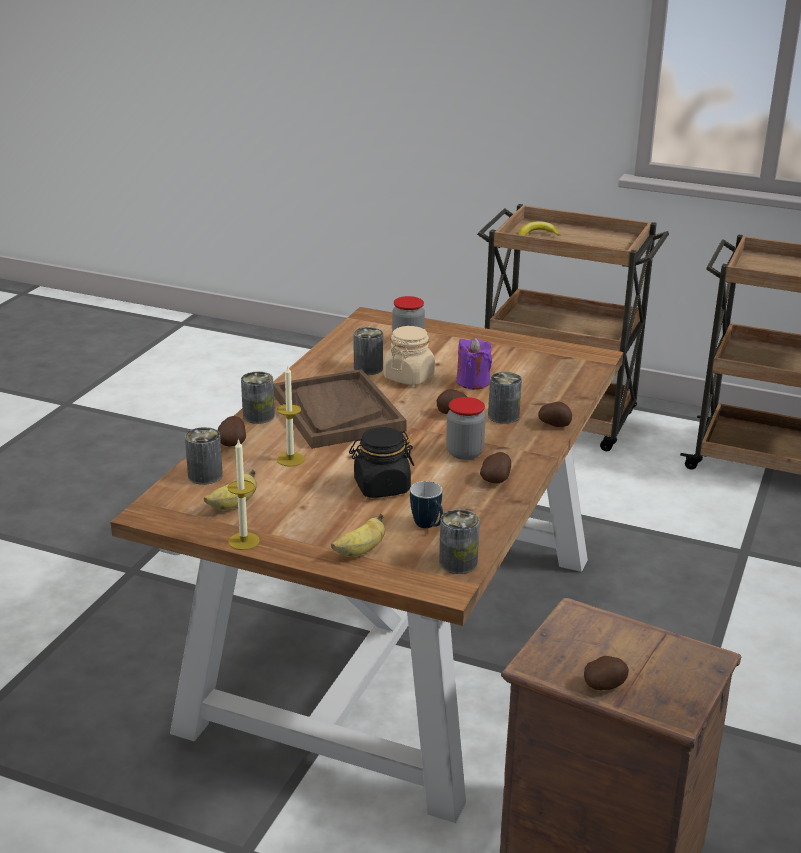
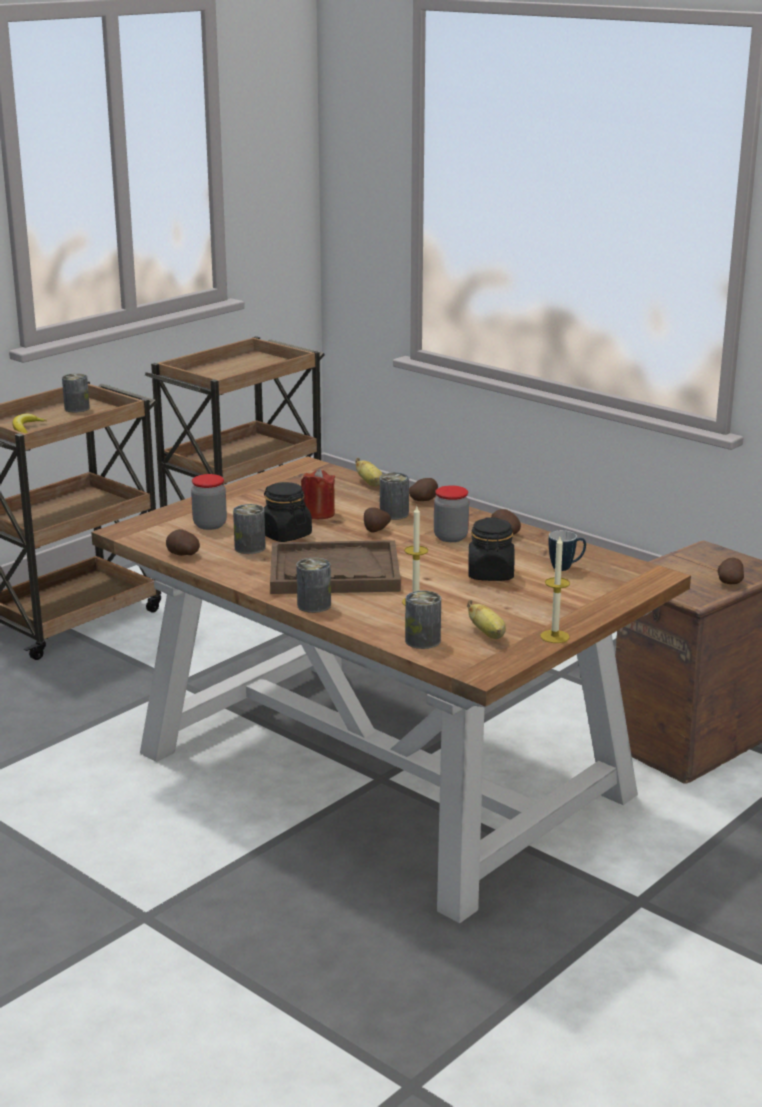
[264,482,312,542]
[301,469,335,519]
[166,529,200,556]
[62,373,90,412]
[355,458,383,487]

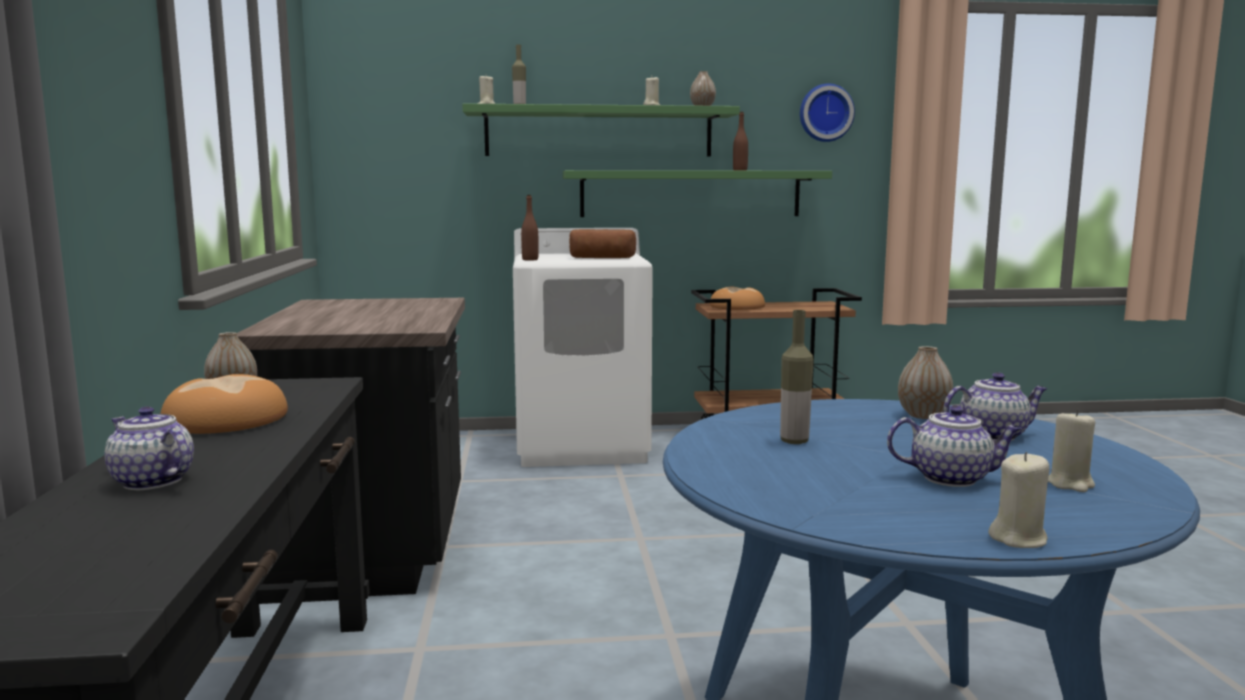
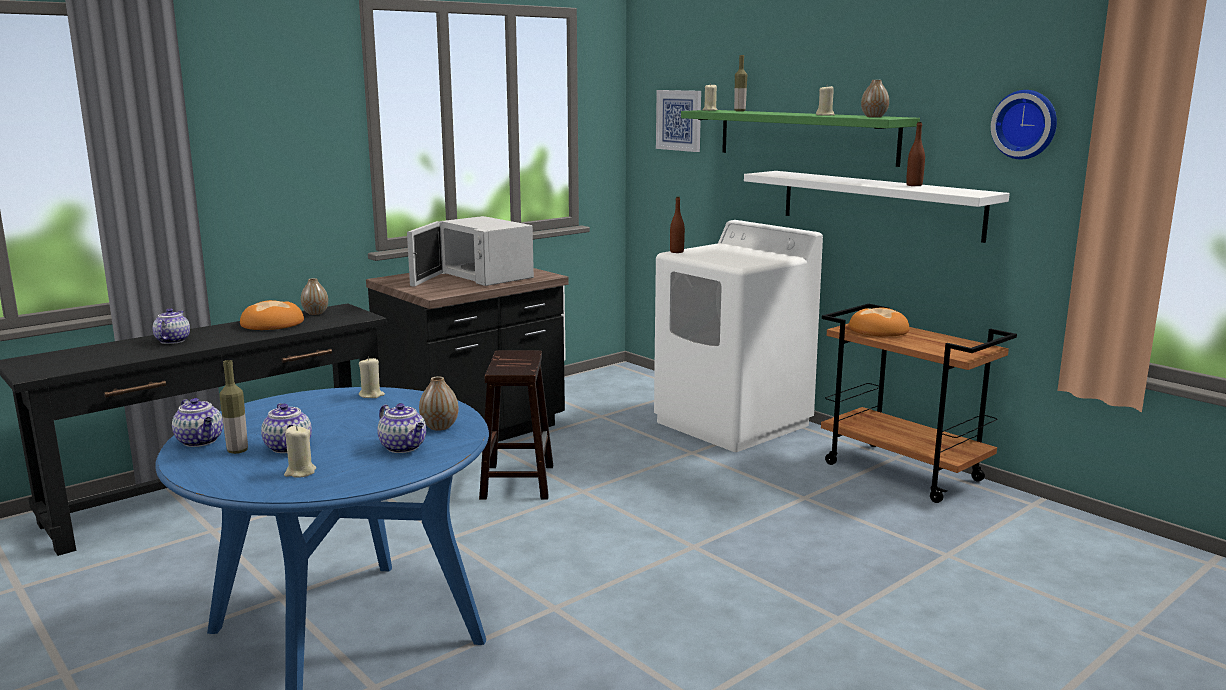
[744,171,1010,243]
[569,229,636,258] (first image)
[219,360,248,454]
[359,357,385,398]
[656,90,701,152]
[407,216,534,286]
[479,350,553,500]
[172,398,223,447]

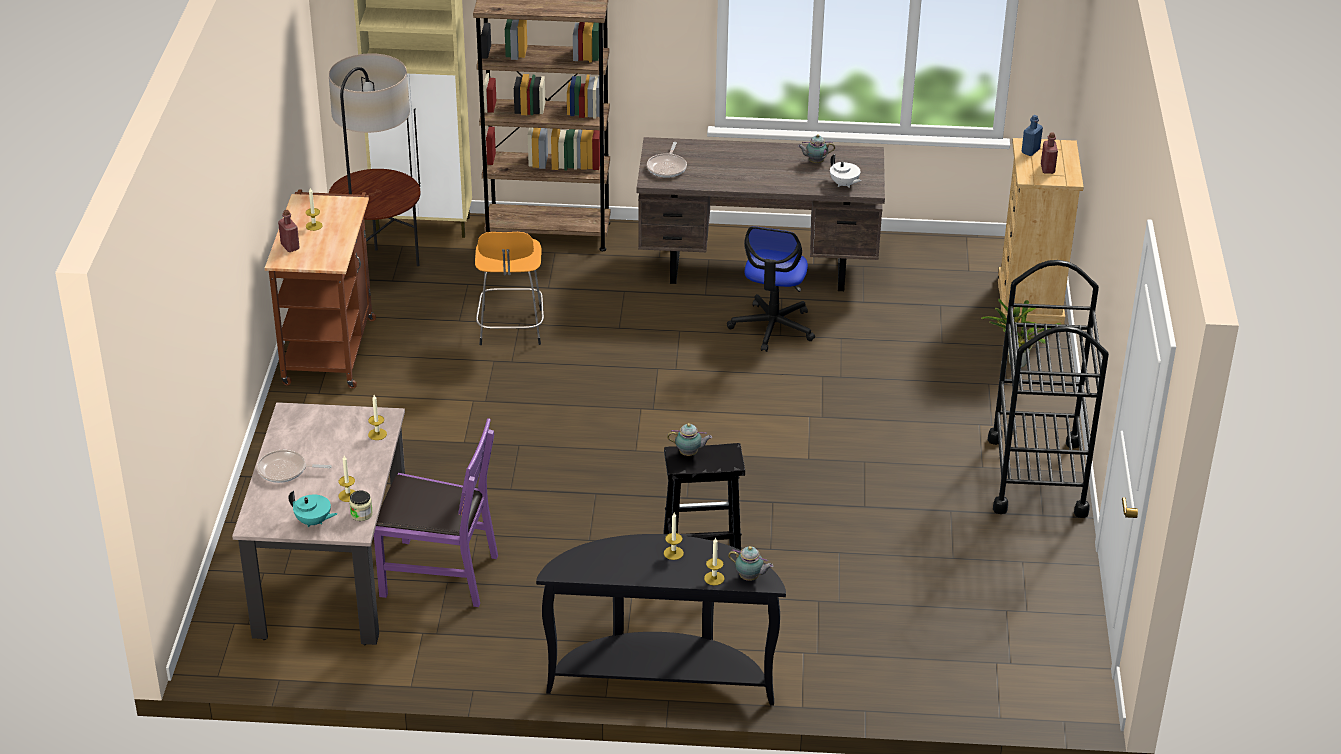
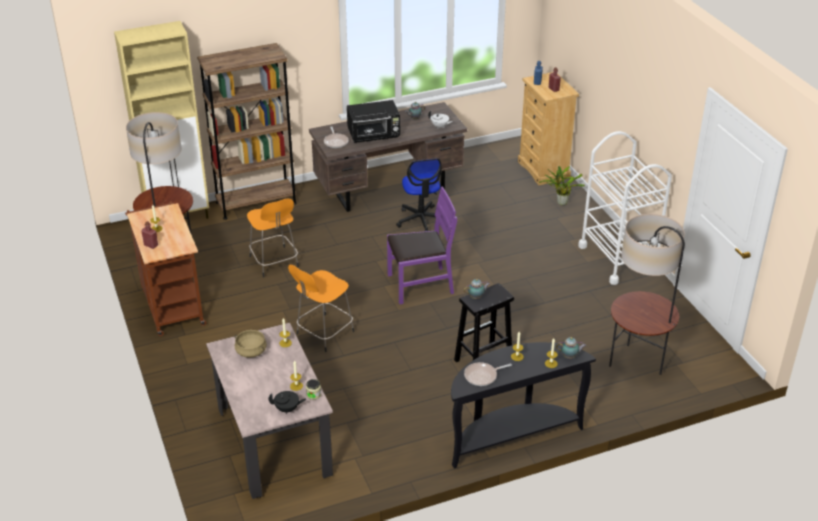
[578,131,672,285]
[387,187,457,304]
[464,362,512,386]
[269,391,306,414]
[347,100,400,143]
[609,214,685,375]
[288,265,354,352]
[234,330,267,358]

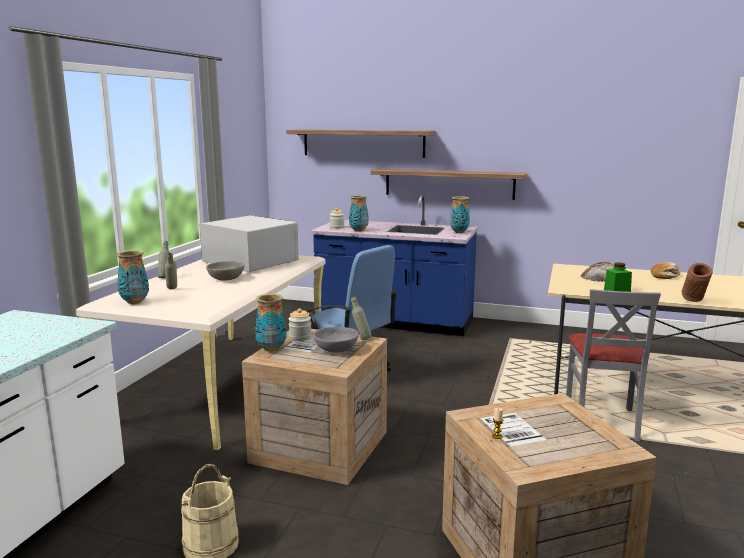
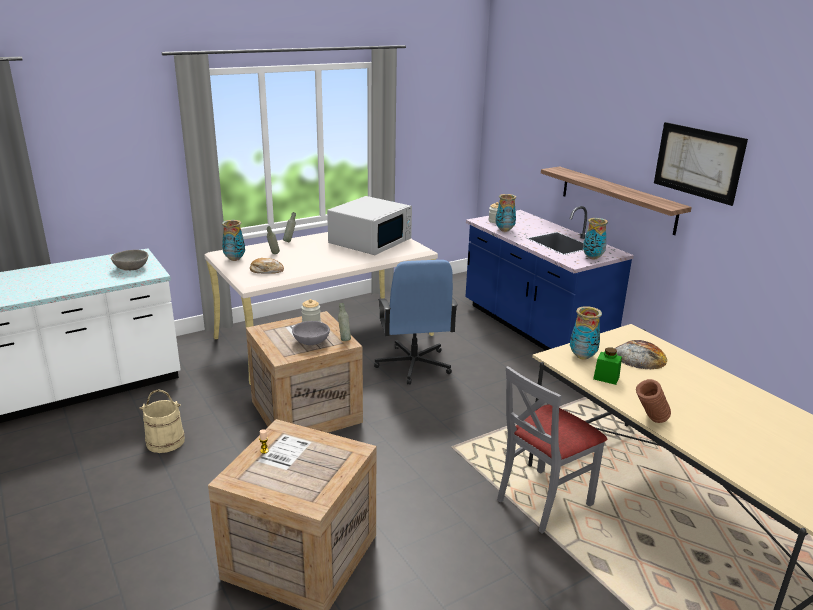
[286,129,435,158] (first image)
[327,196,412,255]
[111,250,148,270]
[250,258,284,274]
[570,306,602,360]
[654,122,748,206]

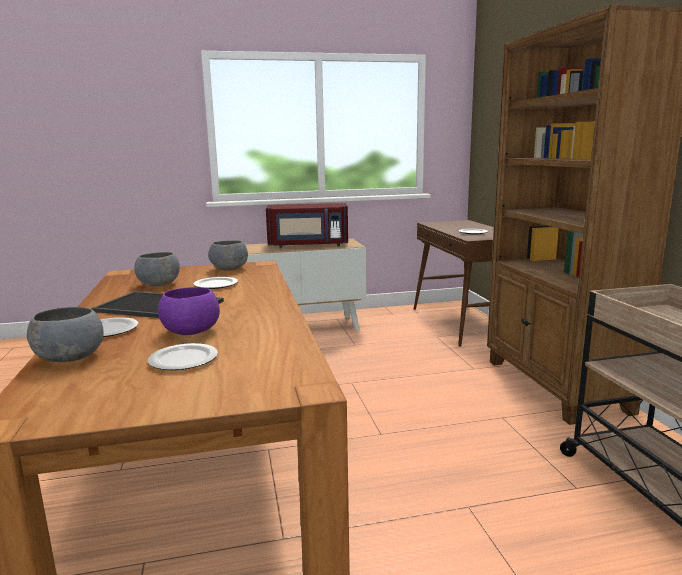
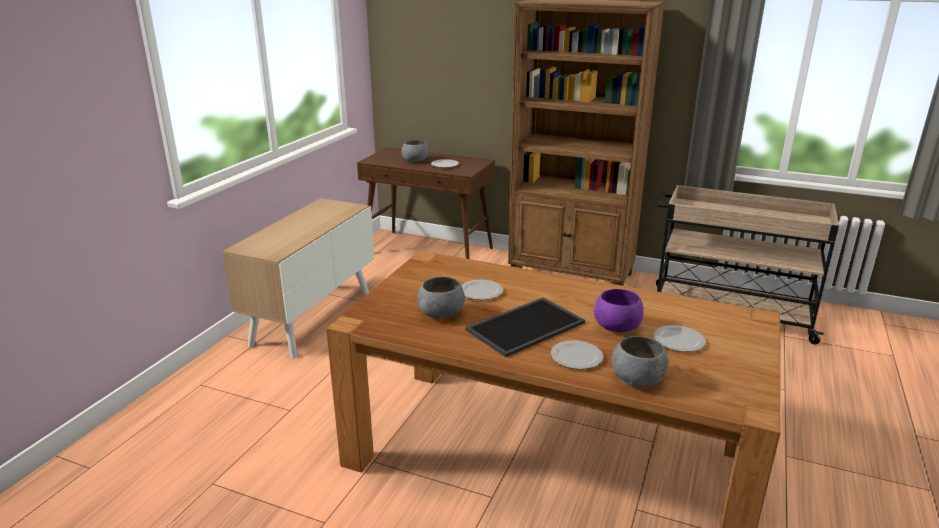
[266,203,348,248] (first image)
[402,140,429,162]

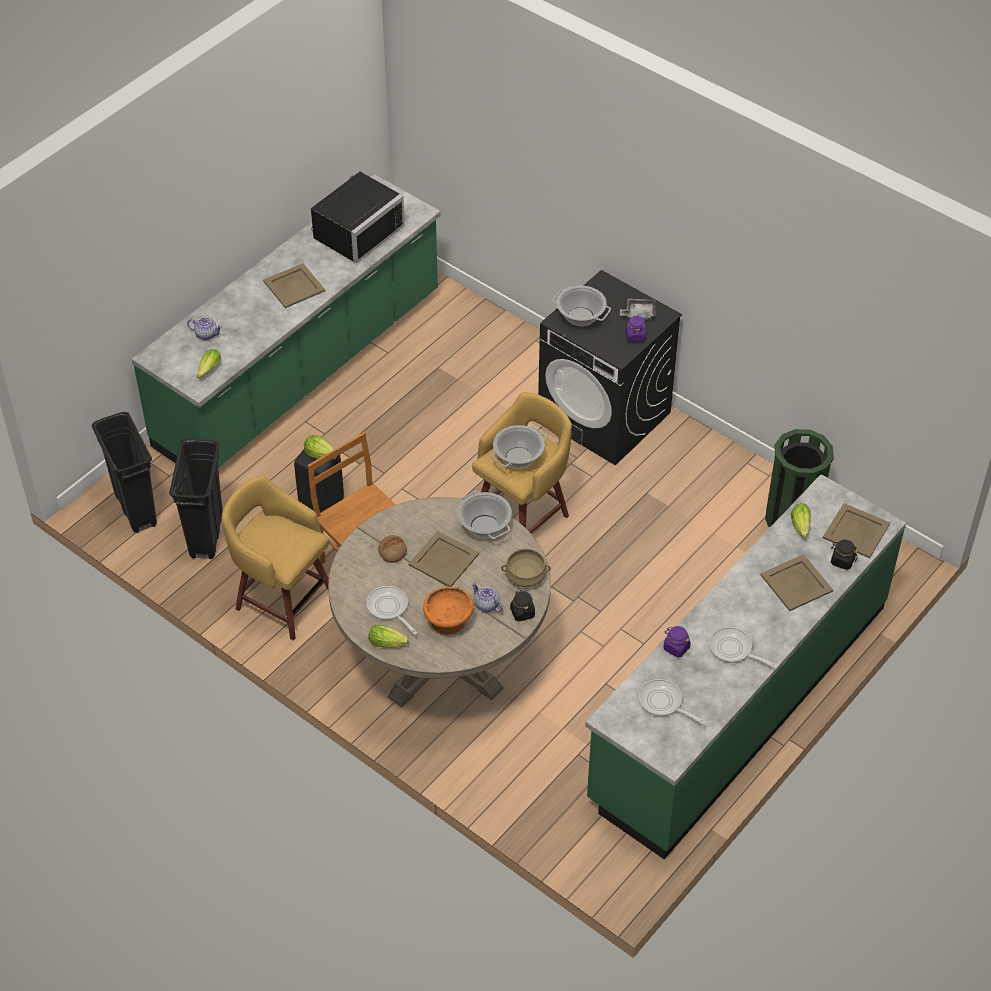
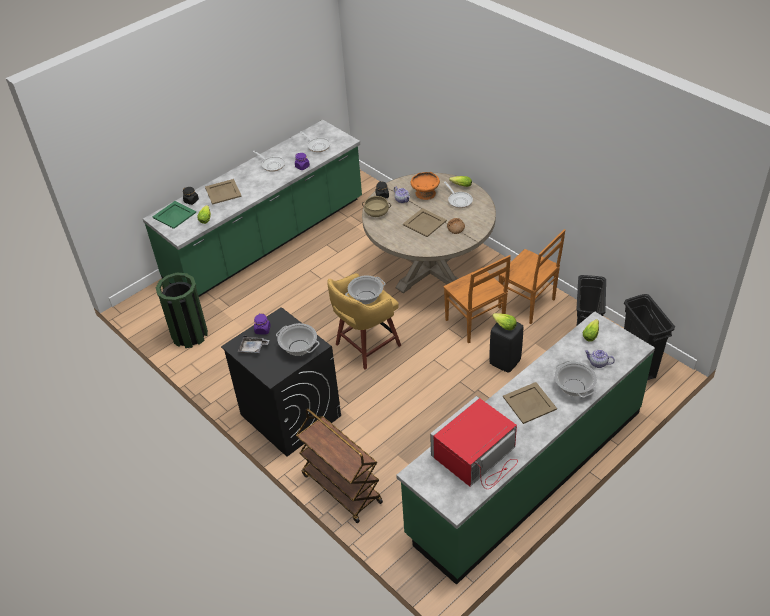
[430,396,518,489]
[498,229,565,324]
[555,361,597,398]
[153,201,196,229]
[296,408,383,523]

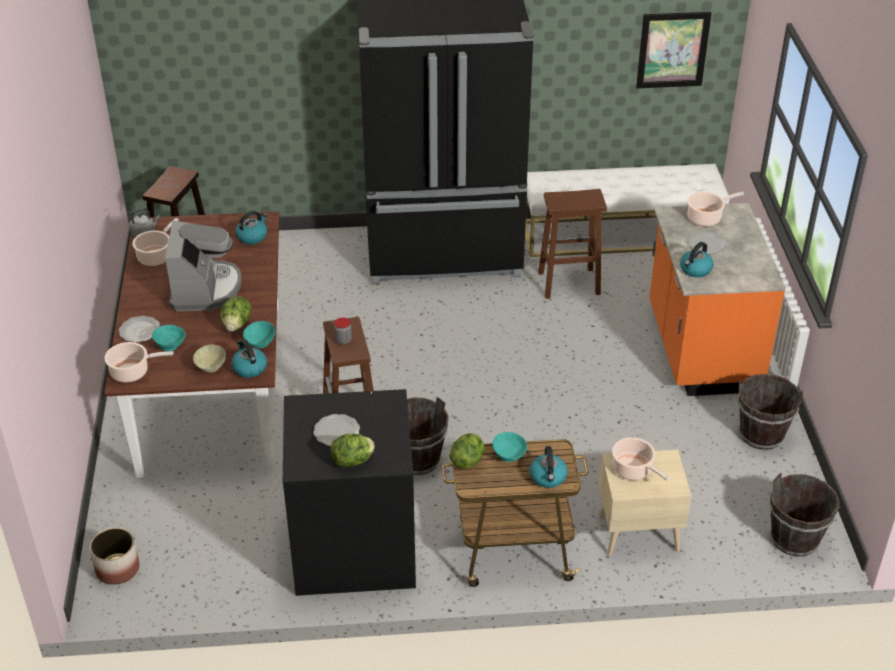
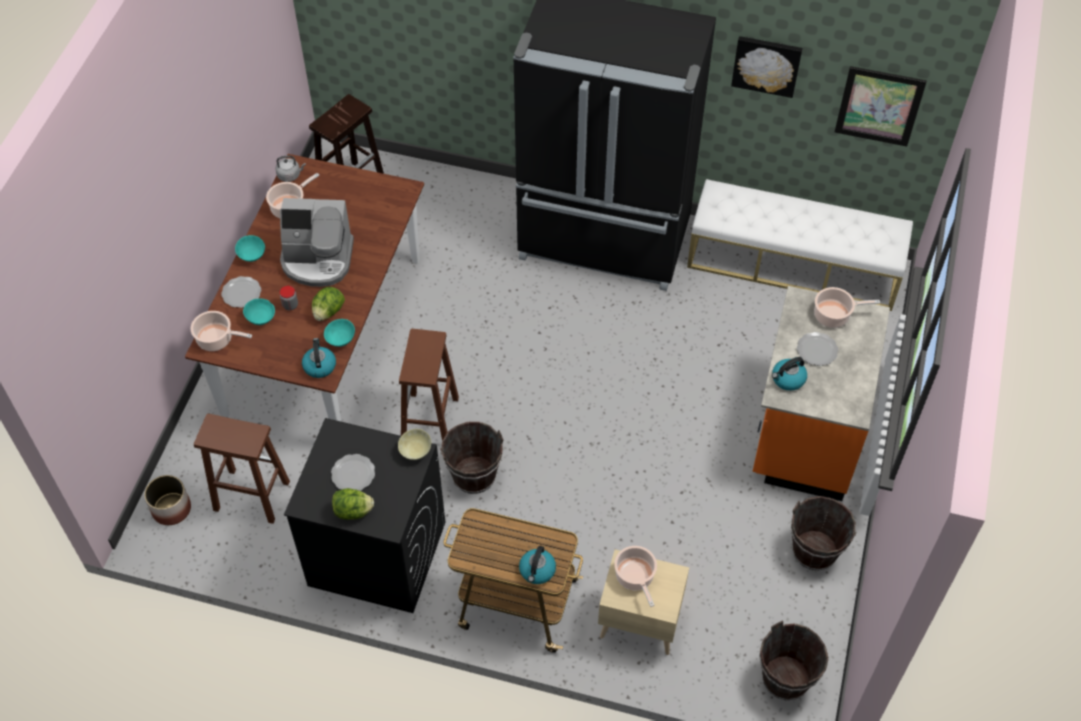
[194,414,290,524]
[236,211,267,244] (first image)
[280,198,354,287]
[280,286,298,310]
[398,429,431,460]
[235,235,265,262]
[449,433,485,469] (first image)
[731,36,803,98]

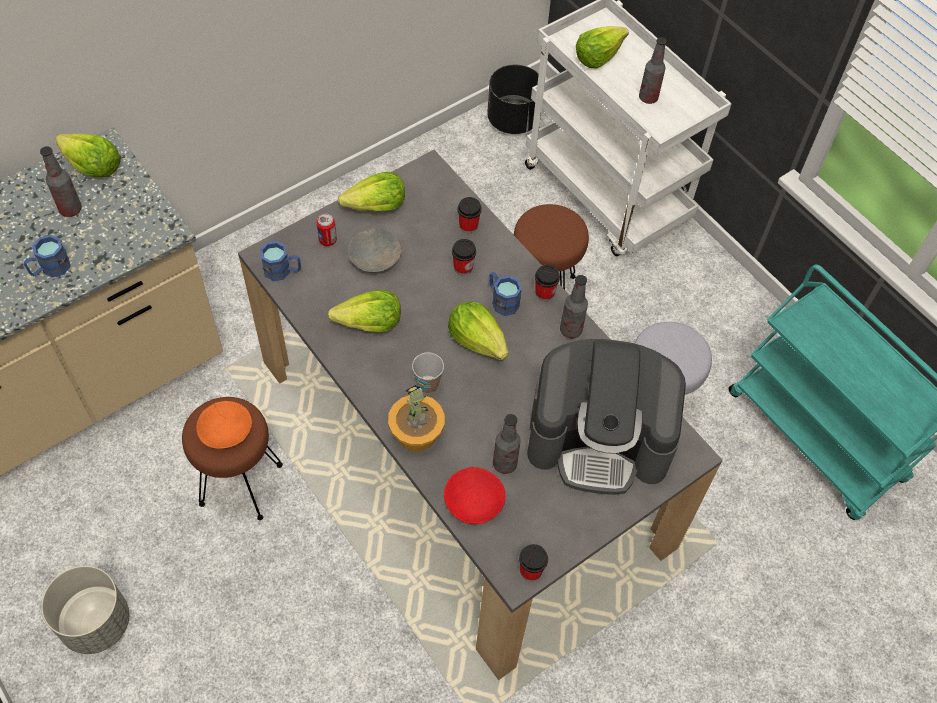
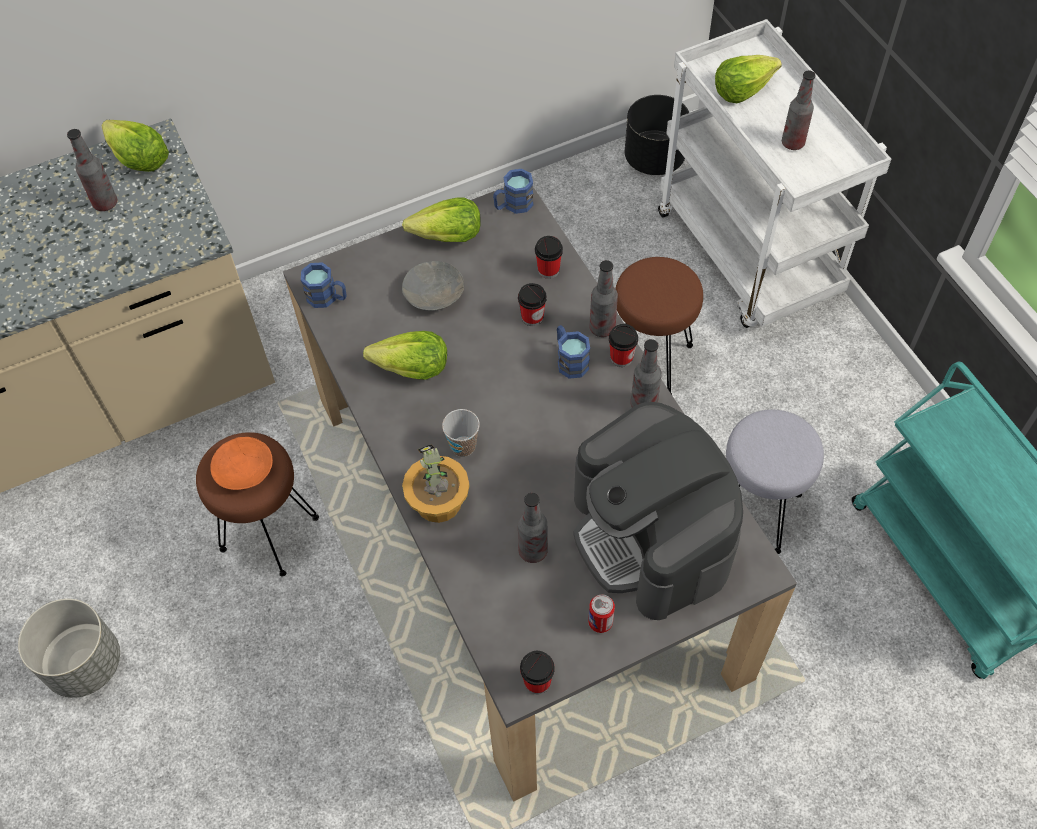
[588,595,615,633]
[493,169,533,214]
[448,301,508,360] (first image)
[573,402,743,620]
[444,467,506,524] (first image)
[589,260,618,337]

